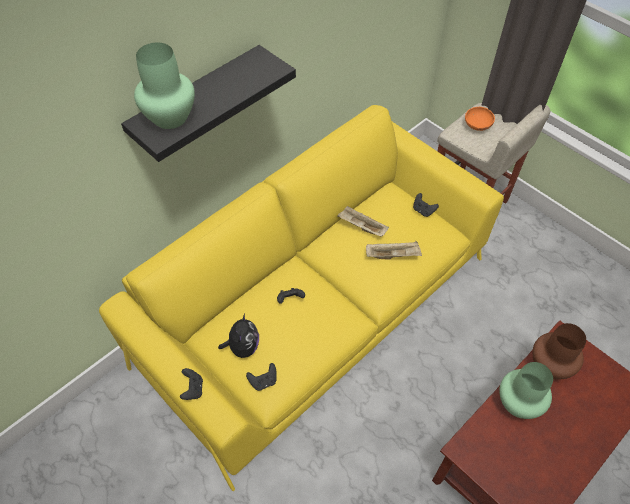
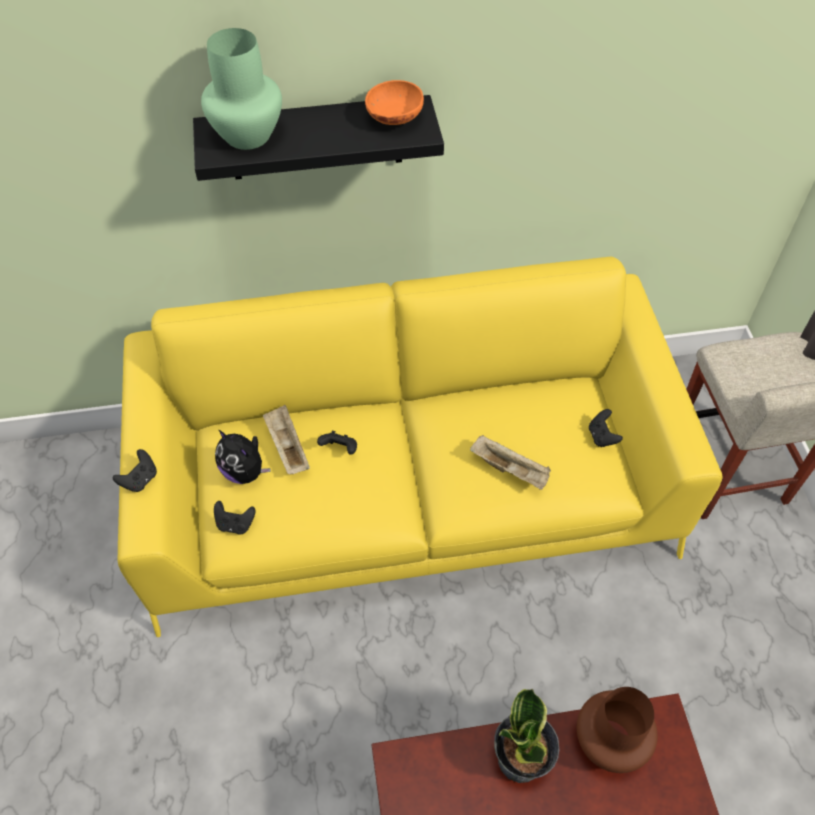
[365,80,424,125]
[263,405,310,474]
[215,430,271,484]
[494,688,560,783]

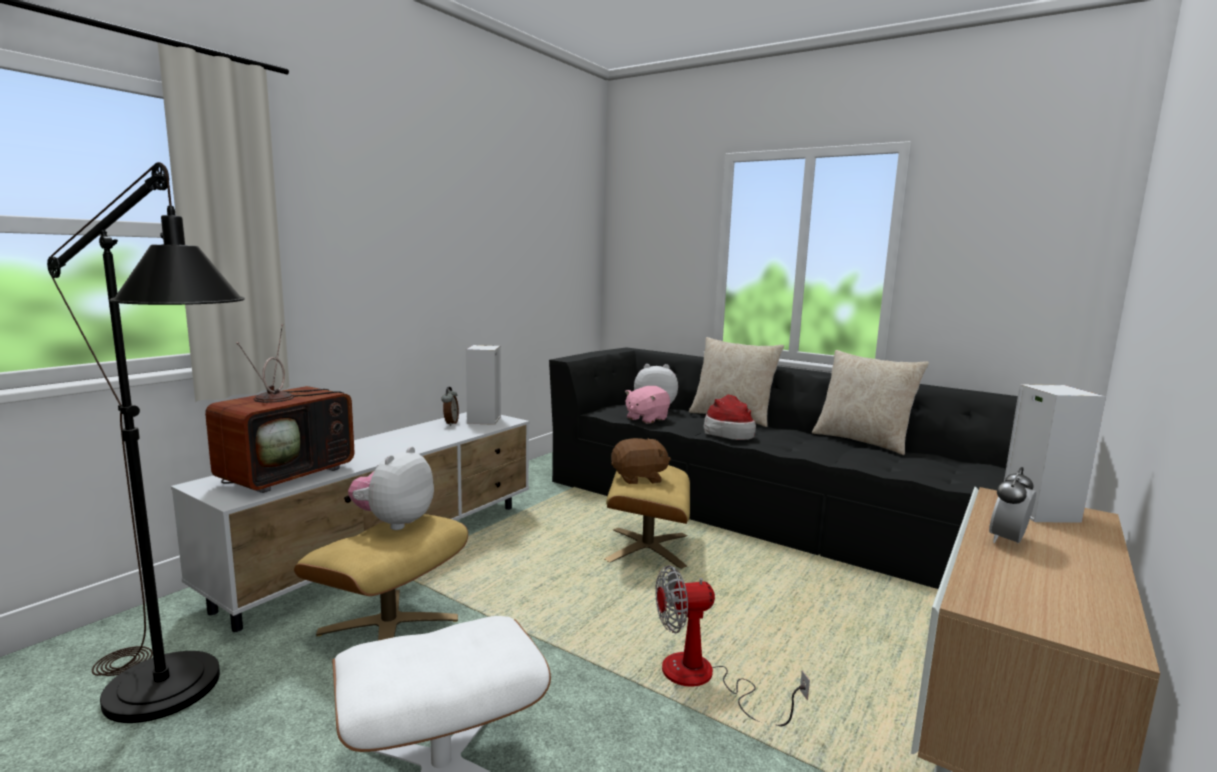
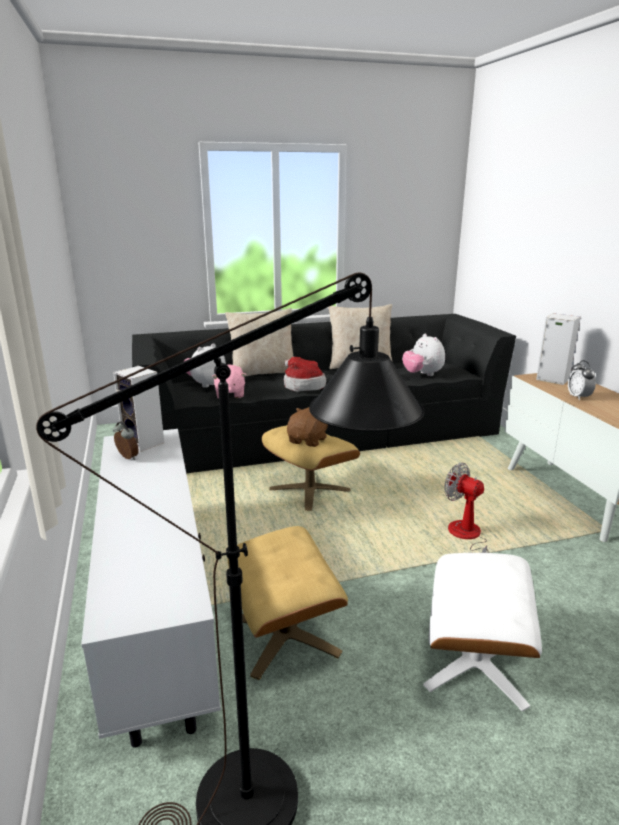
[205,324,355,493] (first image)
[402,334,445,376]
[444,463,489,553]

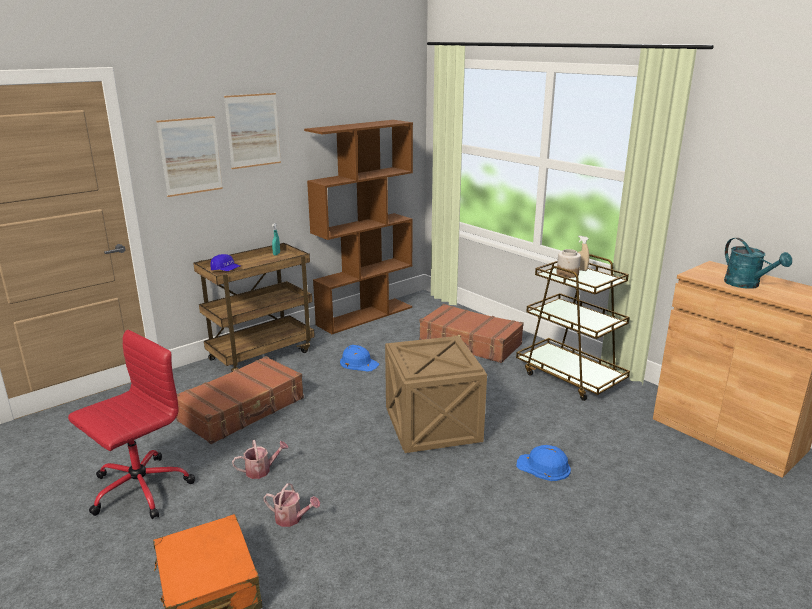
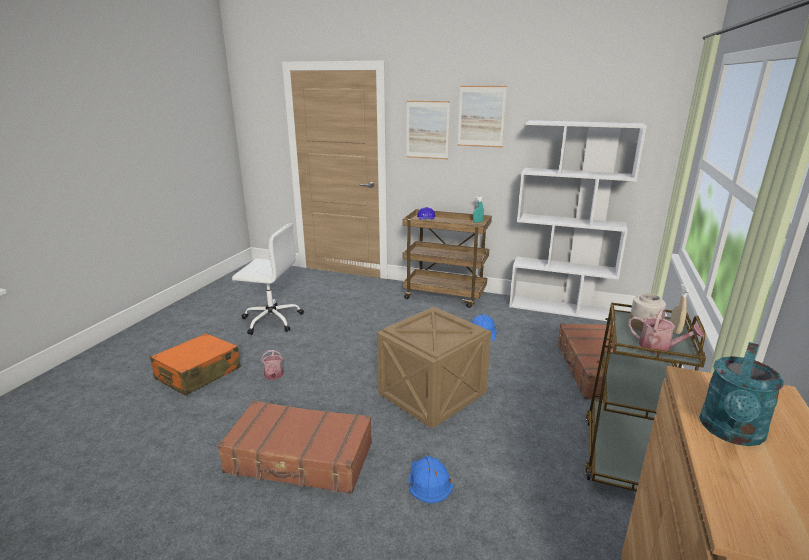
[509,120,647,322]
[232,223,304,335]
[217,400,372,494]
[628,307,703,354]

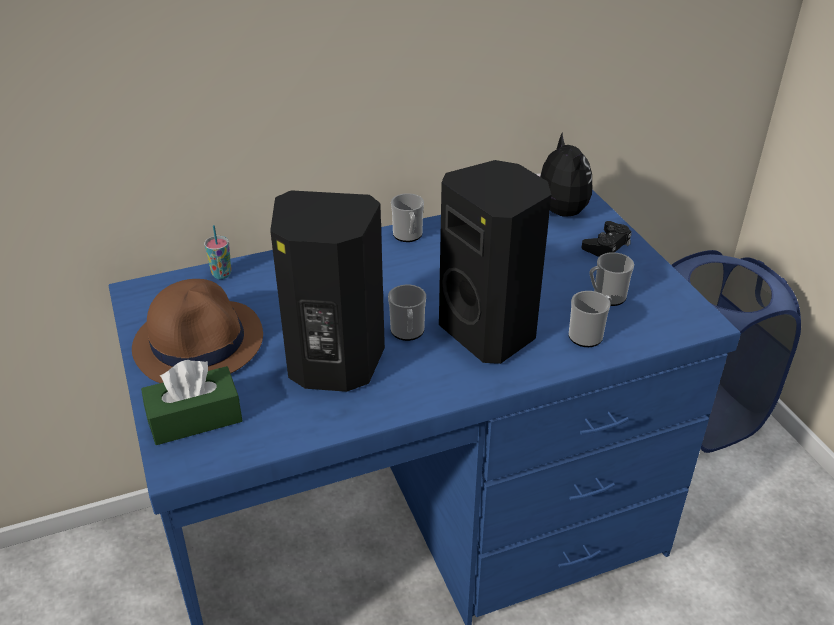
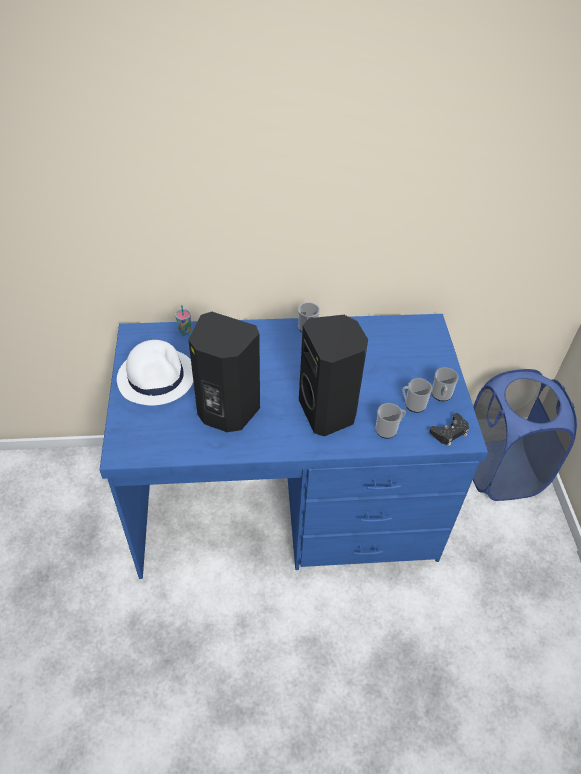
[535,133,592,217] (first image)
[429,413,469,446]
[117,340,193,406]
[431,367,459,401]
[141,360,243,445] (first image)

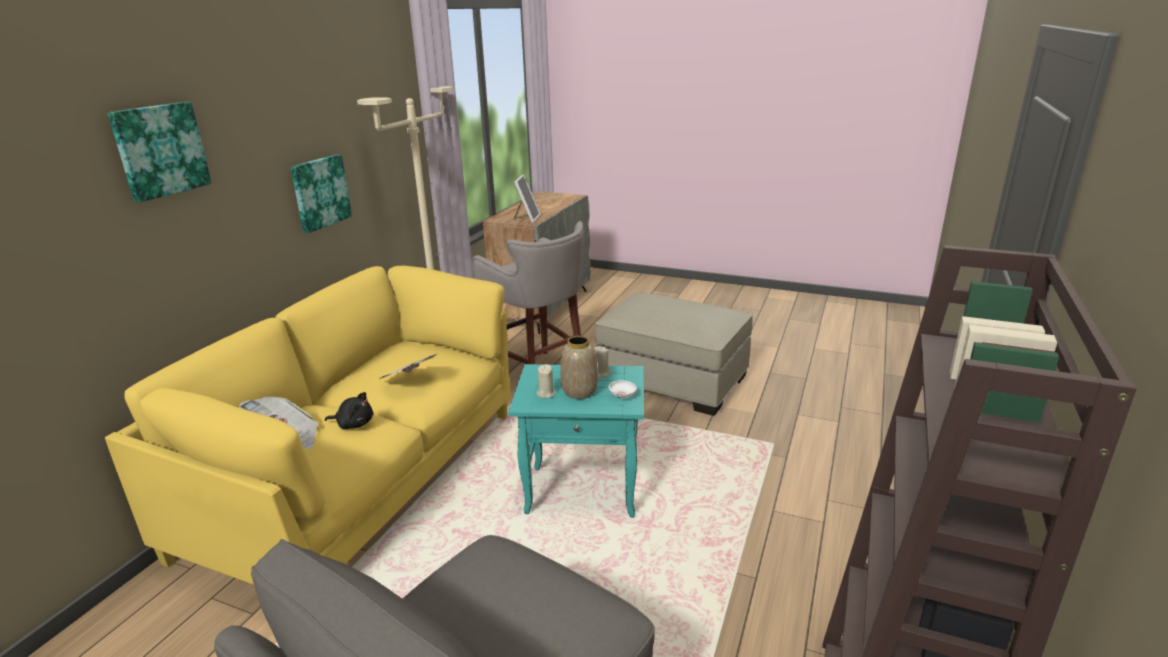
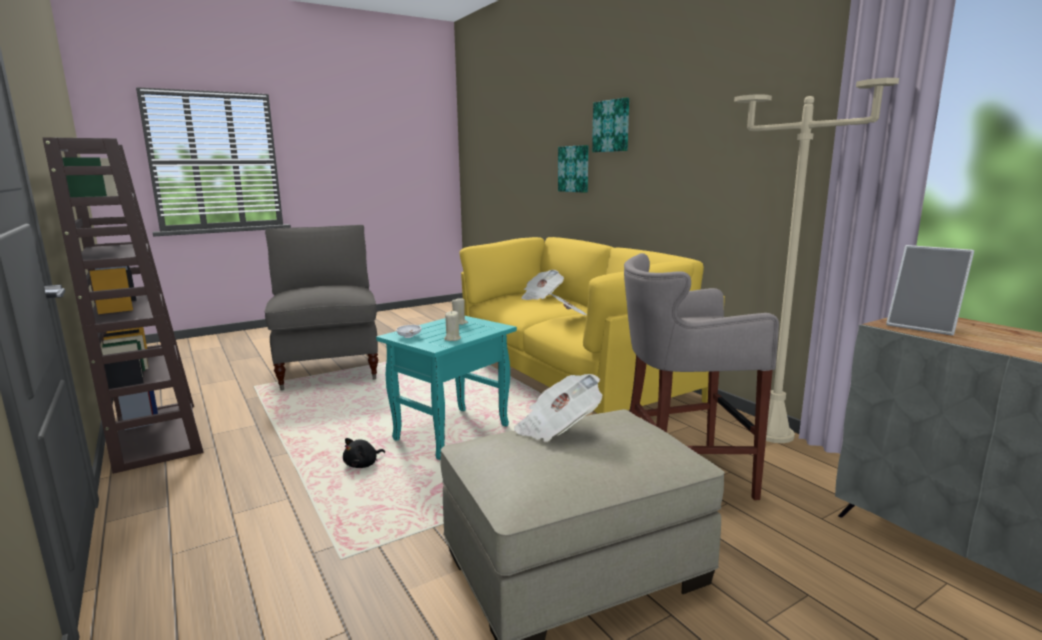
[558,145,588,193]
[560,336,598,399] (first image)
[343,438,385,468]
[514,374,602,442]

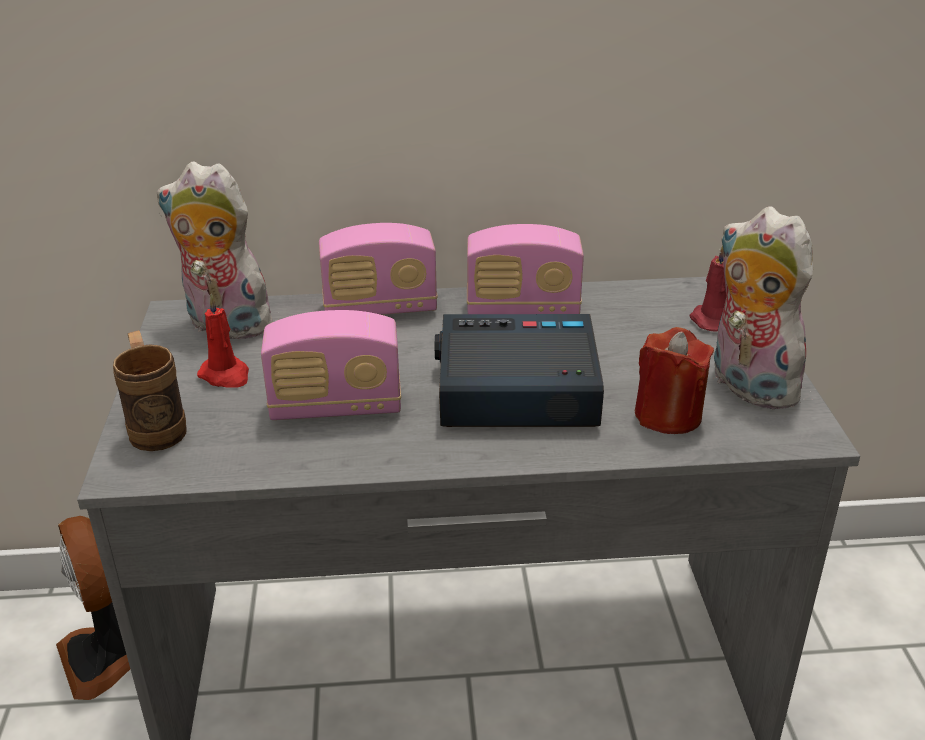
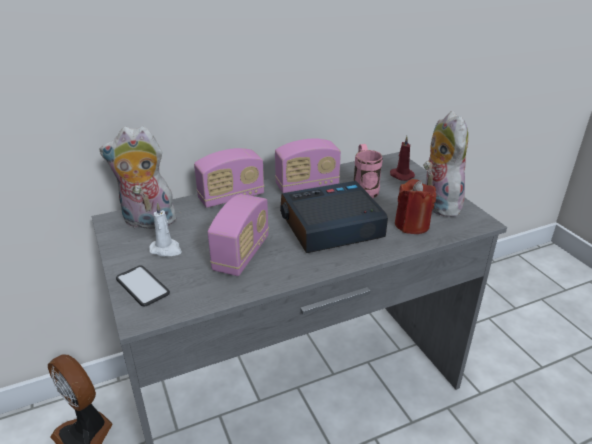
[423,111,468,217]
[149,203,182,257]
[208,194,269,276]
[116,265,170,307]
[354,144,382,198]

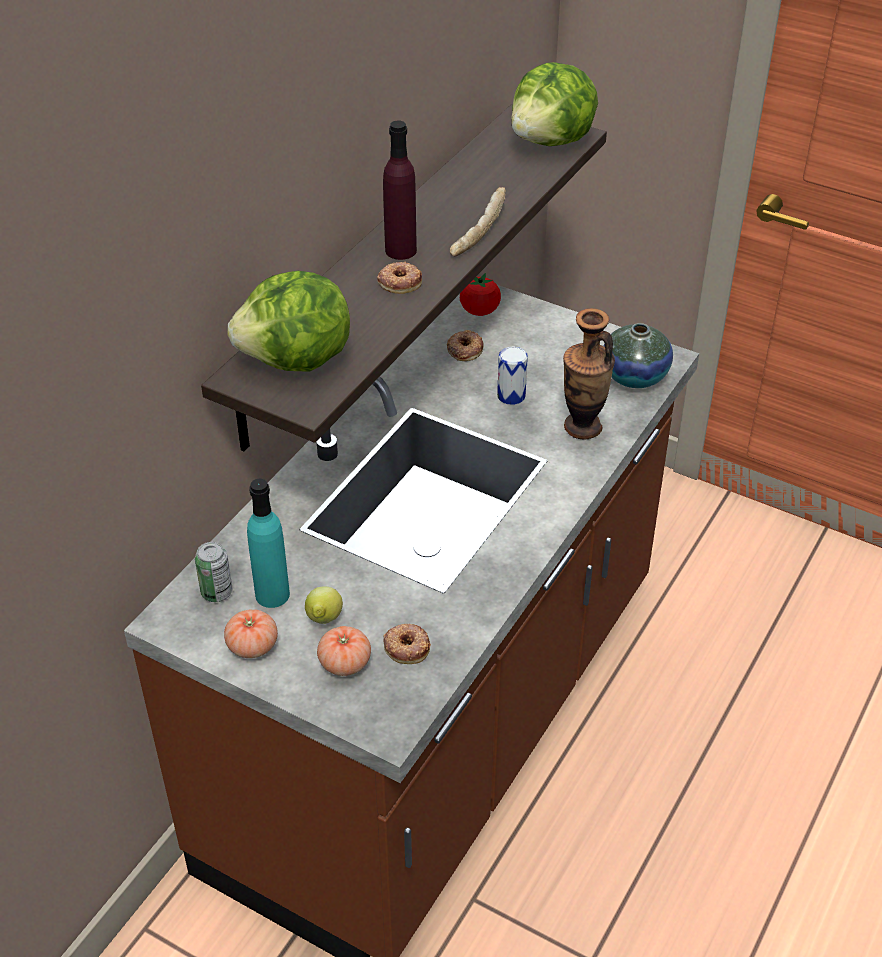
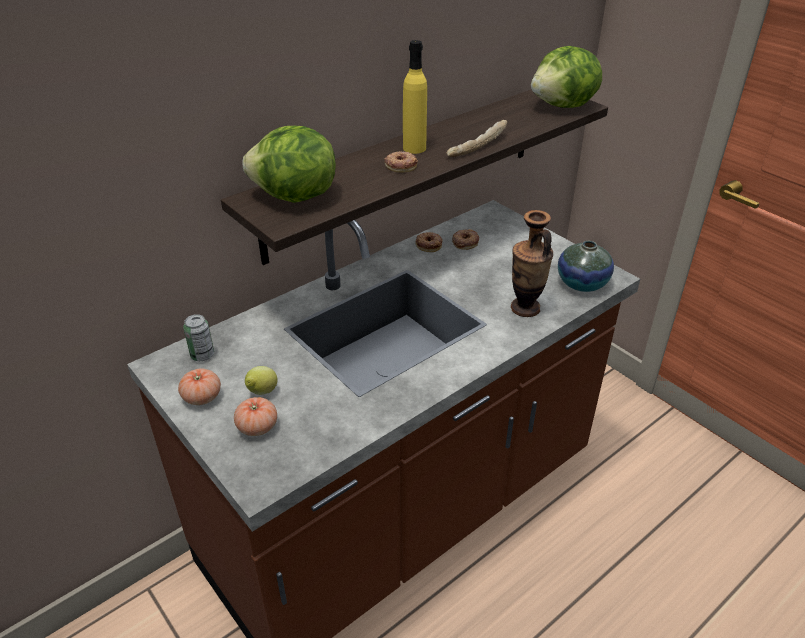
[403,40,427,154]
[460,273,501,316] (first image)
[497,347,528,405] (first image)
[247,479,290,608] (first image)
[415,232,443,252]

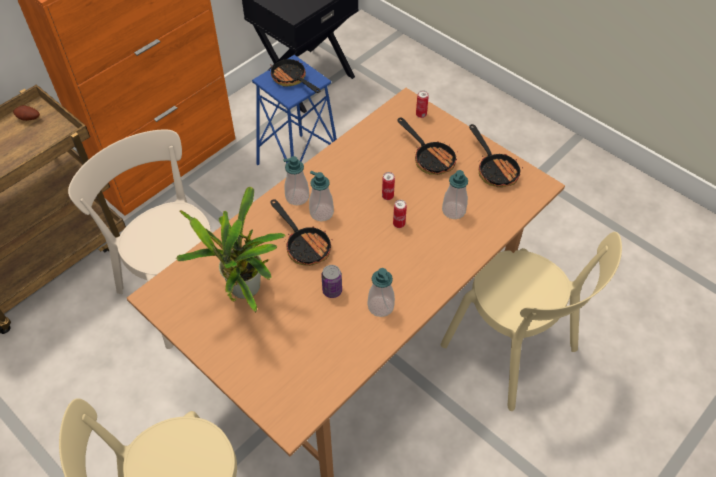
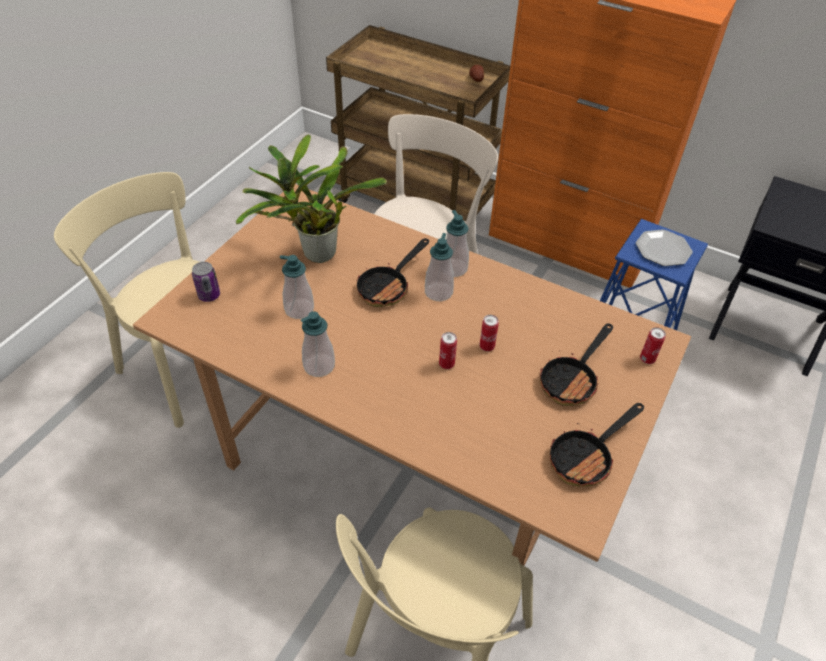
[636,229,693,266]
[280,255,314,319]
[192,262,220,302]

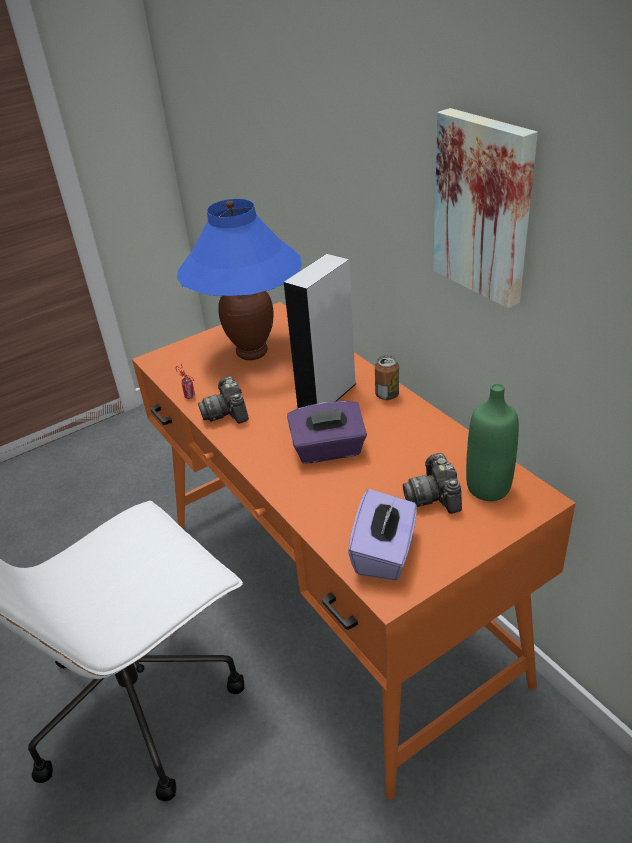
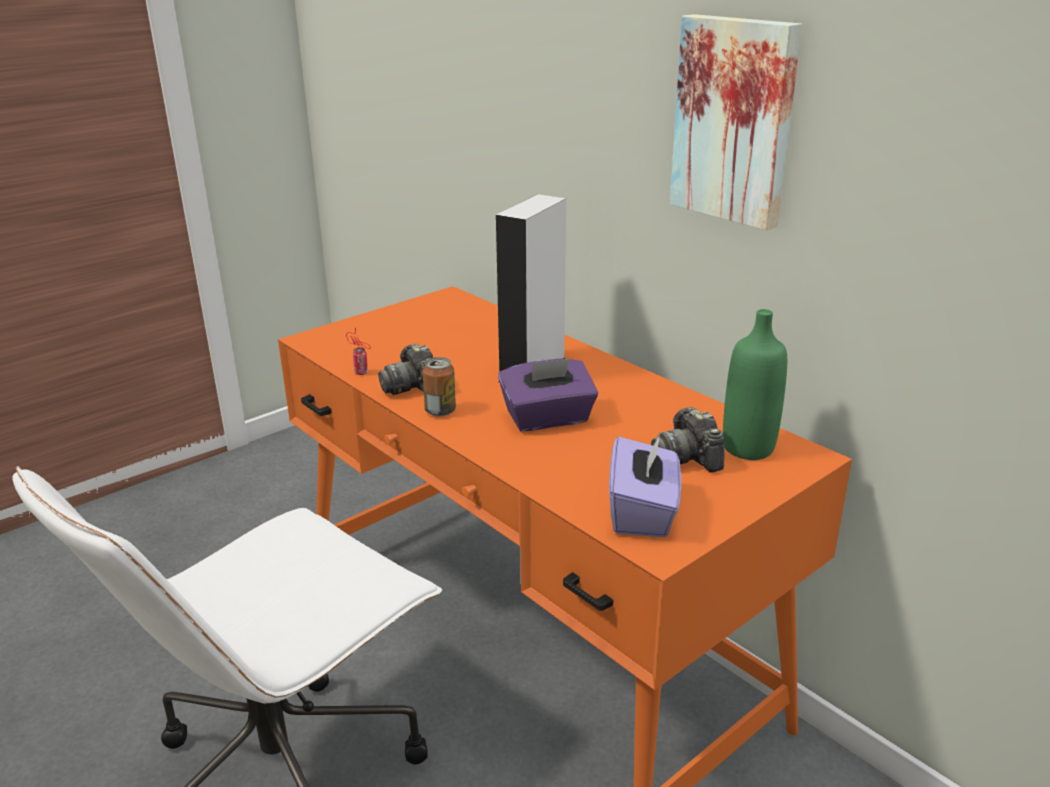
[177,199,302,360] (first image)
[423,357,456,417]

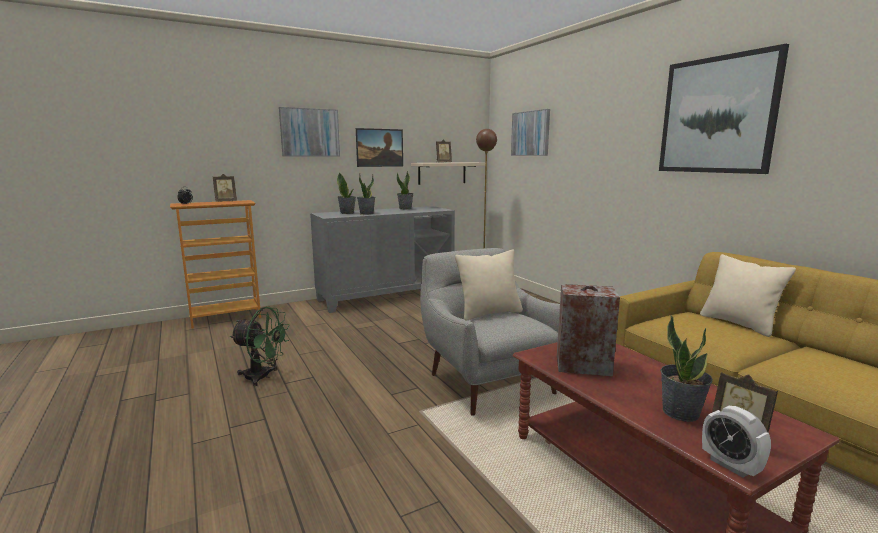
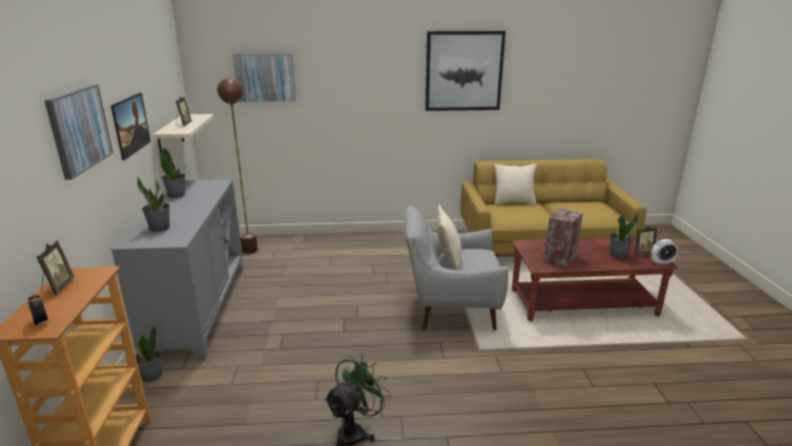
[136,325,162,382]

